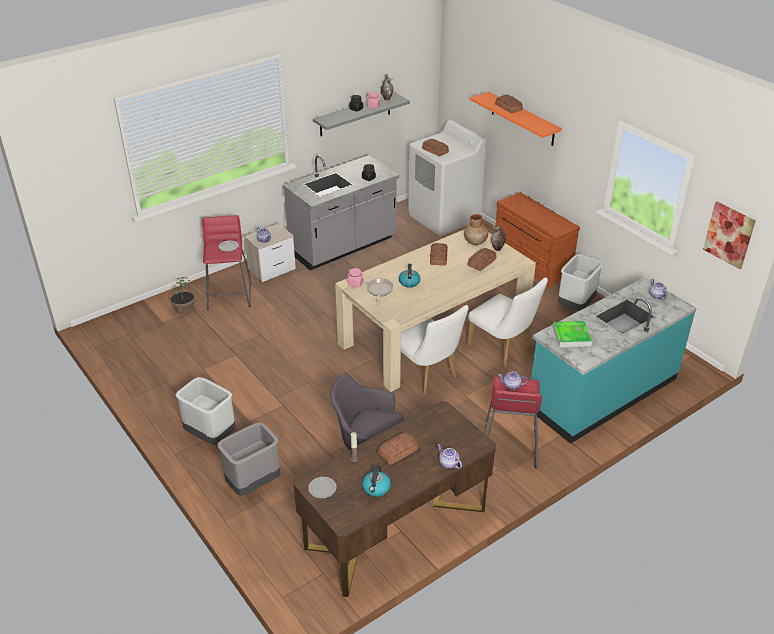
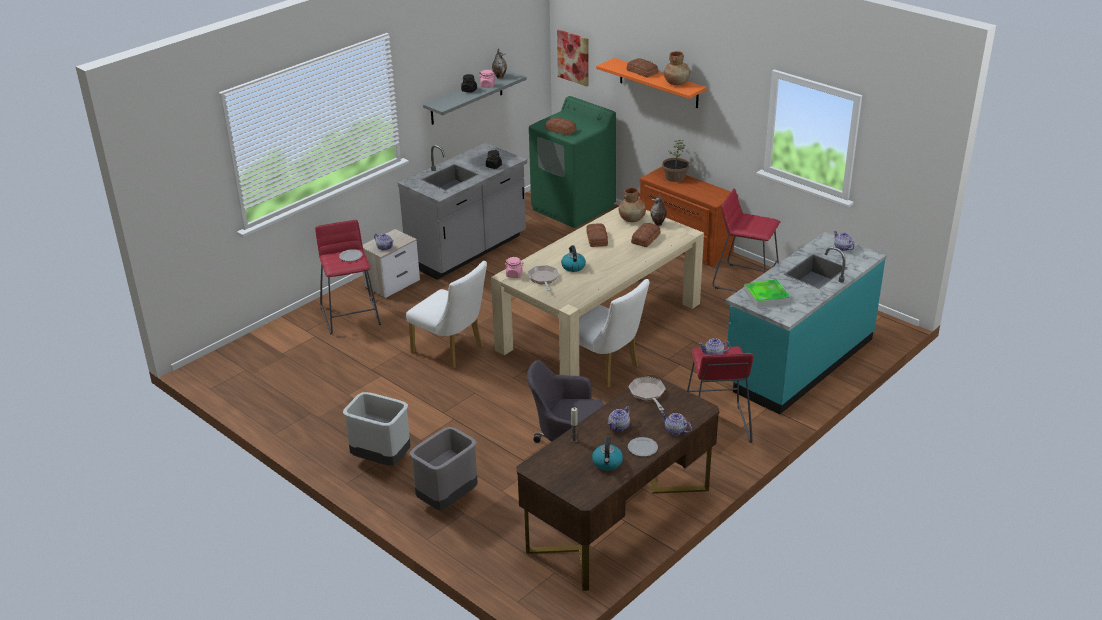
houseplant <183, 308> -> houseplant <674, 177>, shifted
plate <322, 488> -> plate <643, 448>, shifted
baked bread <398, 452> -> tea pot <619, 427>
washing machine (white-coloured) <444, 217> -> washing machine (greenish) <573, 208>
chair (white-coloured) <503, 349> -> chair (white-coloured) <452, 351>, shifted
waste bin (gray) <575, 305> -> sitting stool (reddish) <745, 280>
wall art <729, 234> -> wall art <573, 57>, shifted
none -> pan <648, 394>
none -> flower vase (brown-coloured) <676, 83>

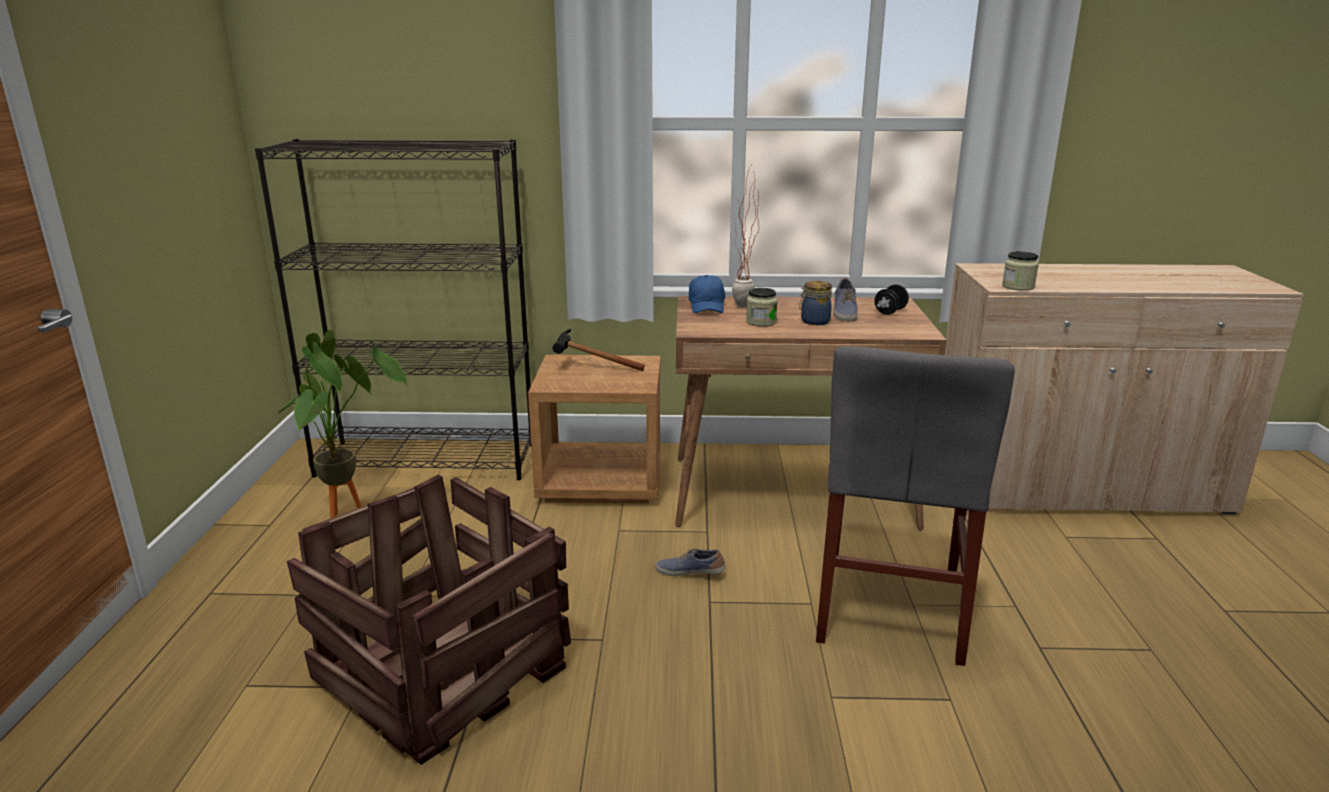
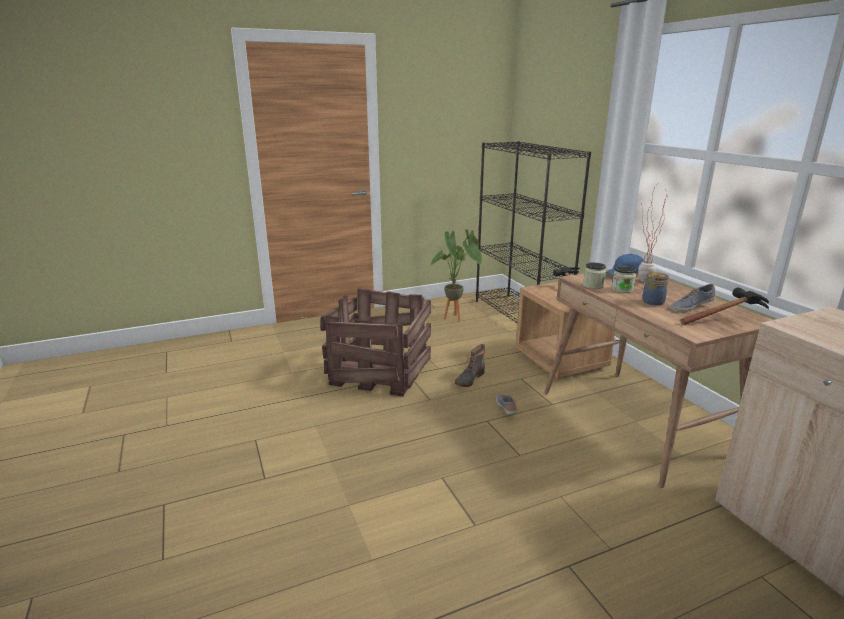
chair (gray) <890, 604> -> none
dumbbell (black-coloured) <890, 312> -> hammer <725, 320>
jar <1018, 286> -> jar <593, 286>, shifted
none -> high-top boot <469, 379>

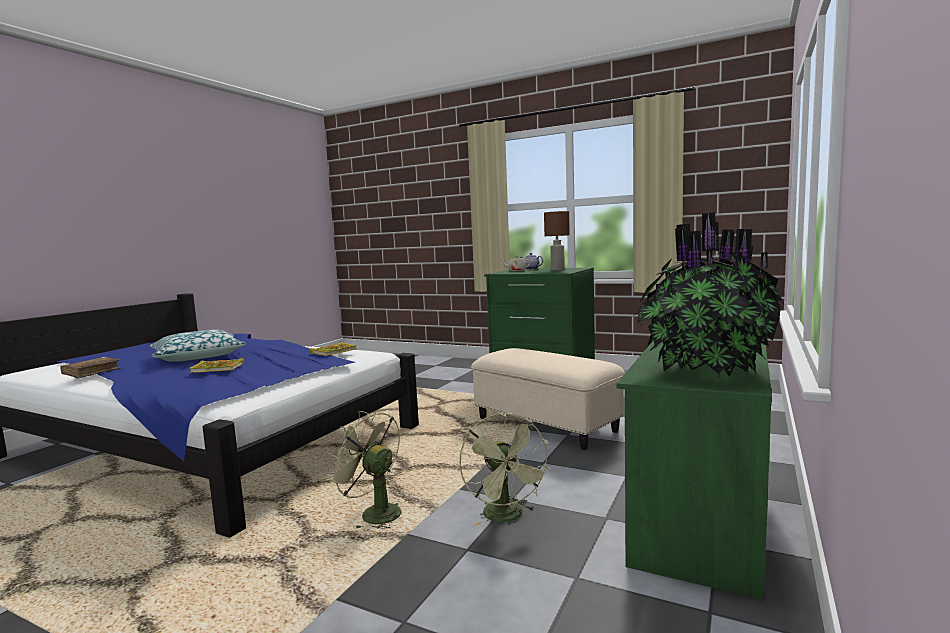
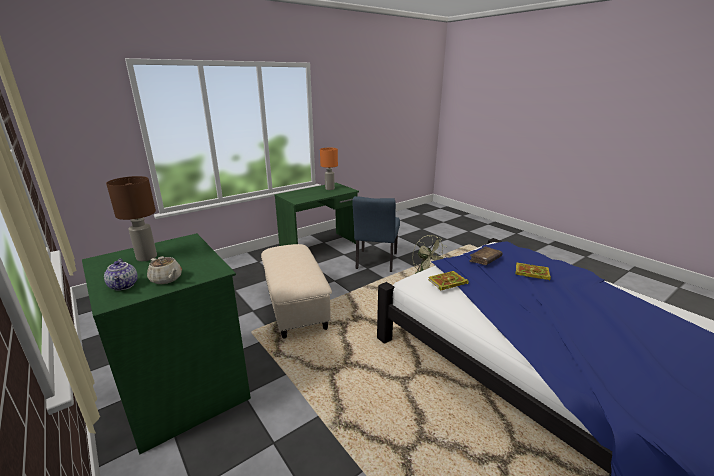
bound book (brown-coloured) <91, 373> -> bound book (brown-coloured) <485, 260>, shifted
cushion <198, 357> -> none
cooling fan (greenish) <507, 517> -> chair (bluish) <375, 262>
houseplant <703, 371> -> table lamp (orange) <329, 189>

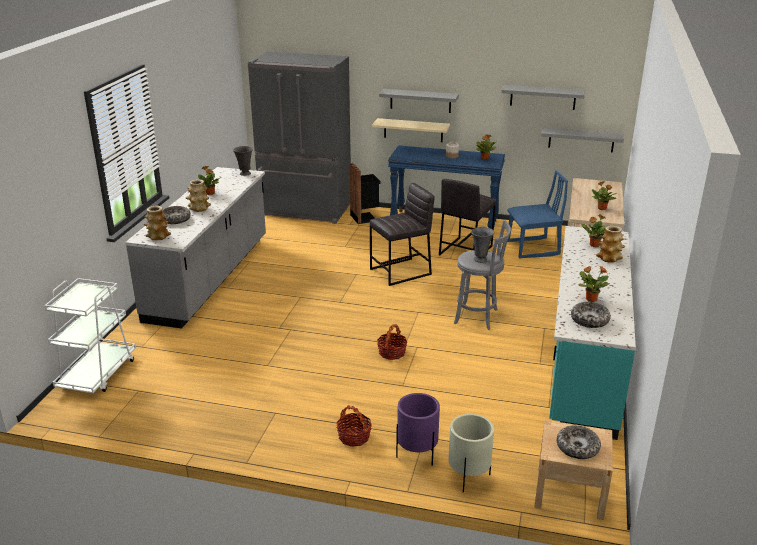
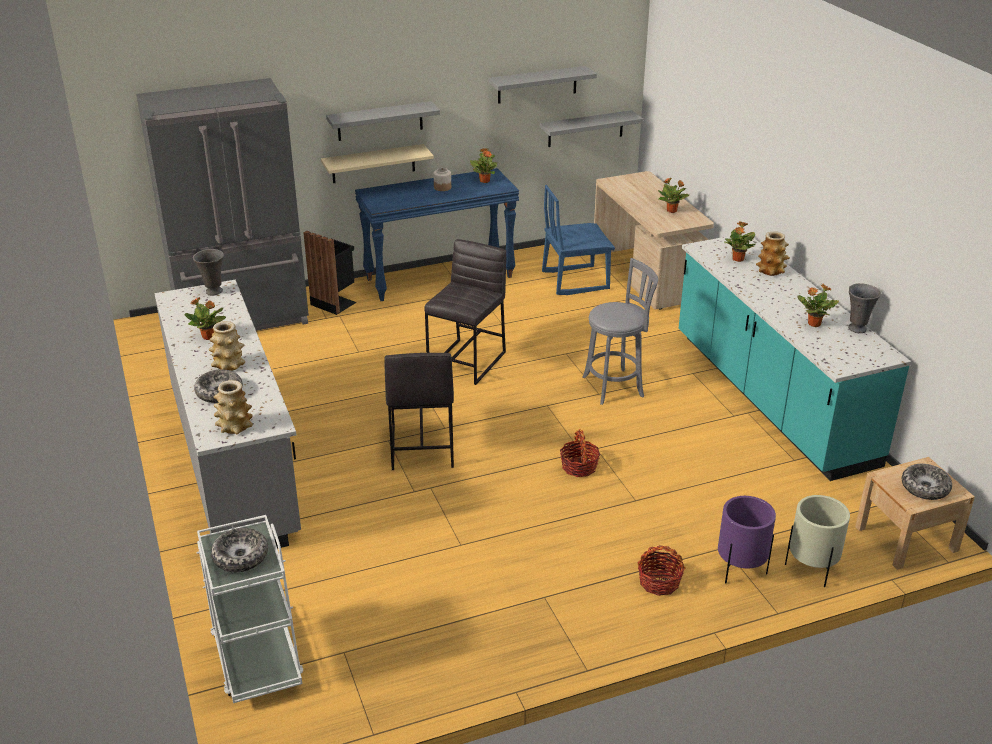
sitting stool (gray) <465, 250> -> sitting stool (gray) <421, 446>, shifted
flower vase (gray) <480, 259> -> flower vase (gray) <857, 328>, shifted
chair (bluish) <533, 248> -> chair (bluish) <575, 280>, 150 degrees counterclockwise
deep dish <589, 320> -> deep dish <240, 557>, shifted

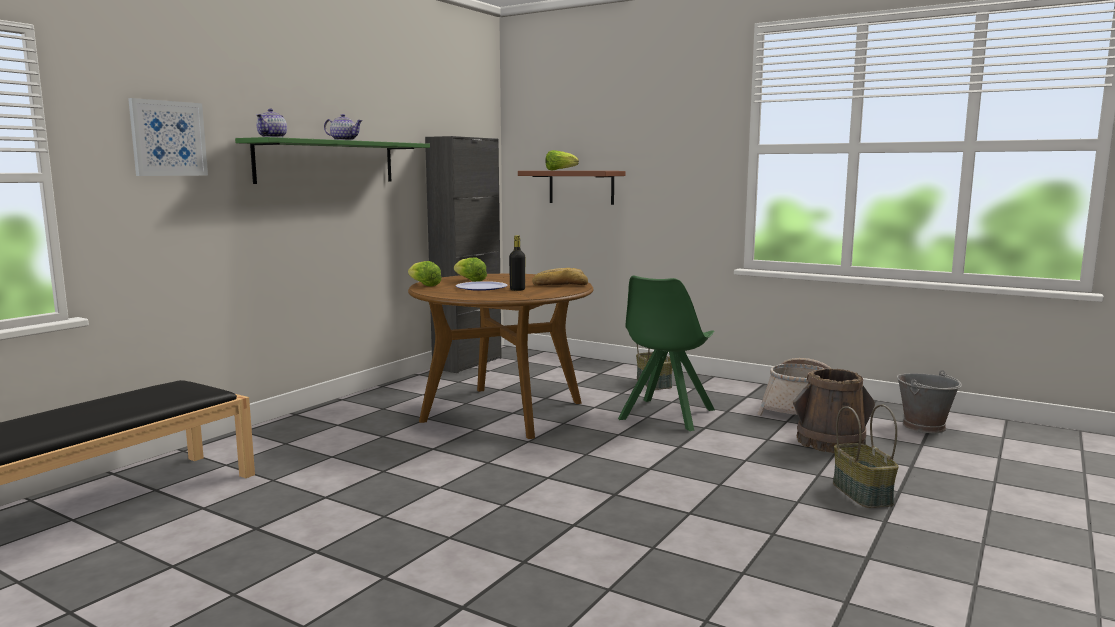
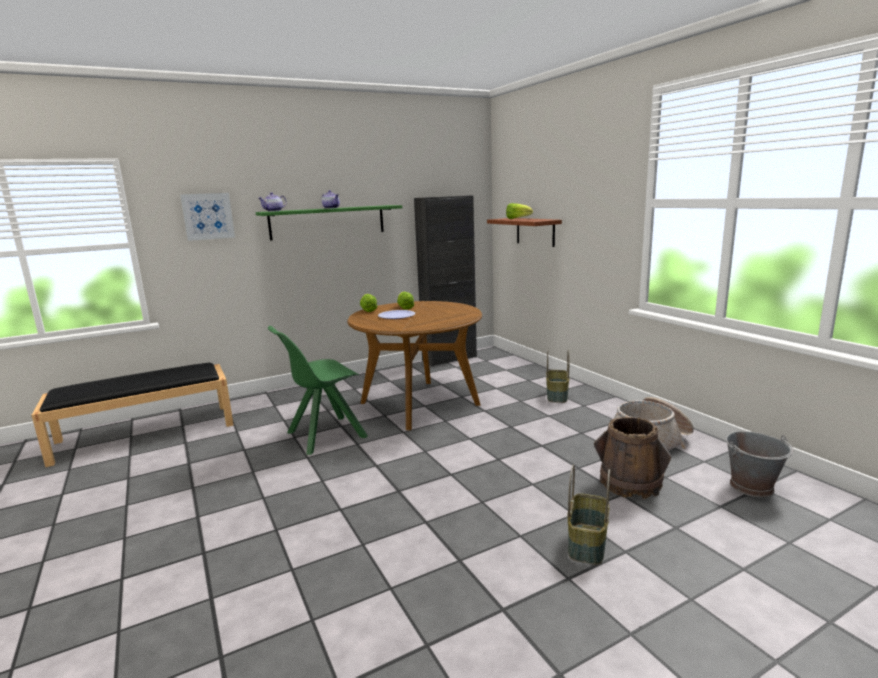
drink bottle (black-coloured) <517, 290> -> none
baked bread <560, 285> -> none
chair (greenish) <665, 415> -> chair (greenish) <324, 435>, shifted

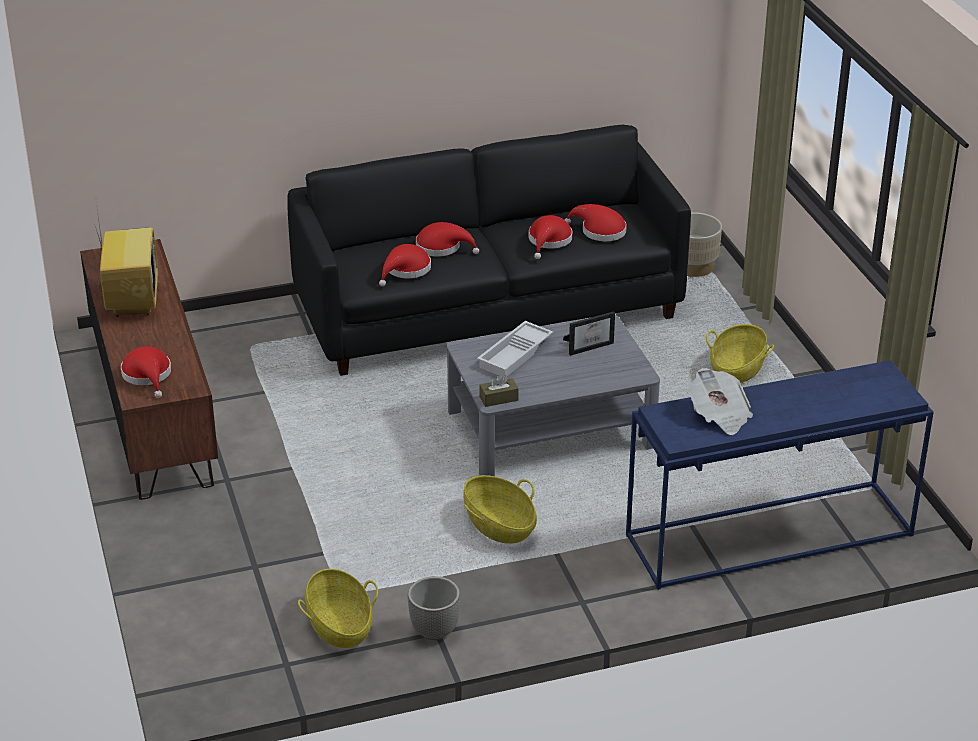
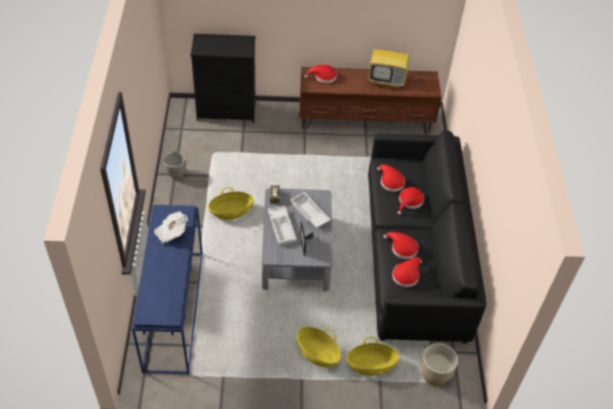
basket <339, 626> -> basket <371, 365>, shifted
none -> dresser (black-coloured) <227, 112>
none -> tray (white-coloured) <282, 227>

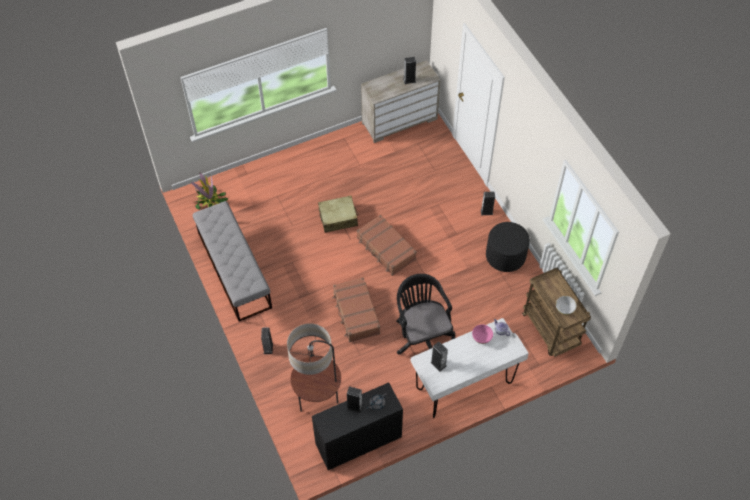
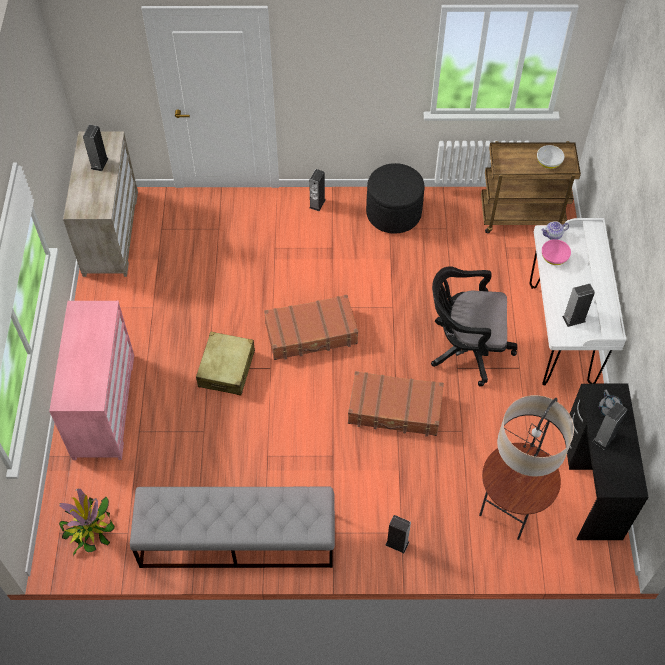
none -> dresser (pink-coloured) <103, 405>

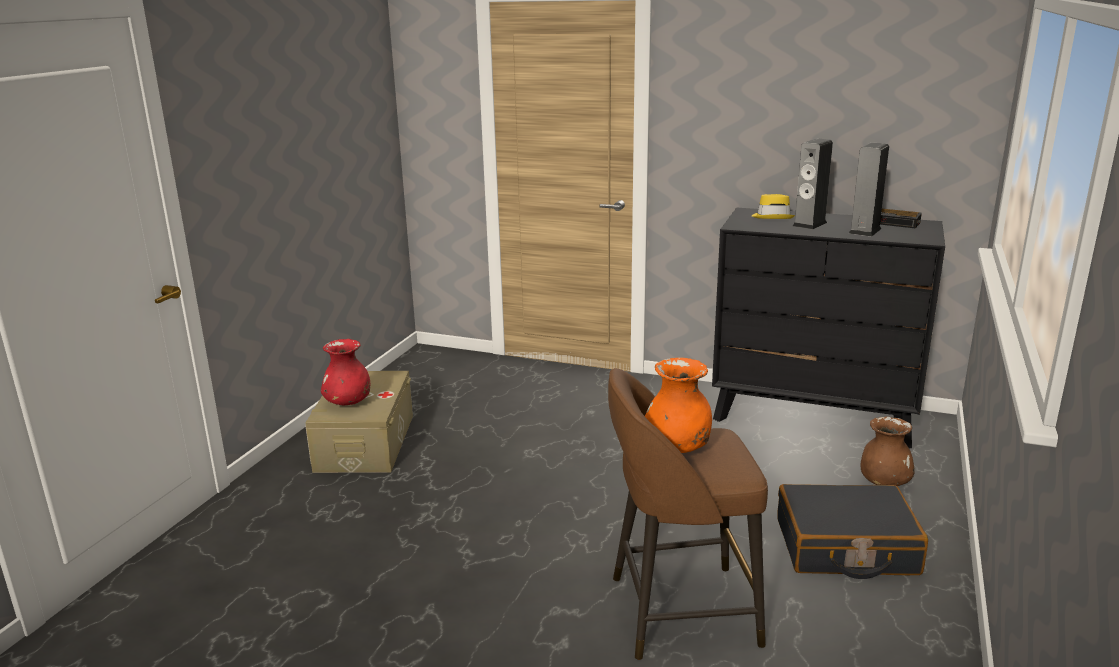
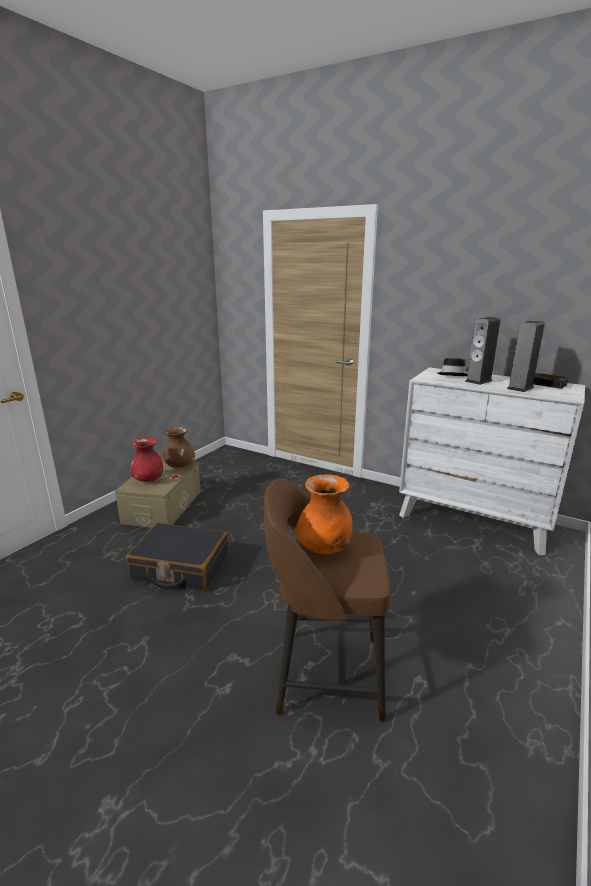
dresser (black-coloured) <813, 415> -> dresser (white-coloured) <473, 520>
wearable hat (yellowish) <772, 217> -> wearable hat (black-coloured) <452, 375>
suitcase (black-coloured) <845, 547> -> suitcase (black-coloured) <180, 568>, shifted
flower vase (brown-coloured) <884, 482> -> flower vase (brown-coloured) <180, 466>, shifted

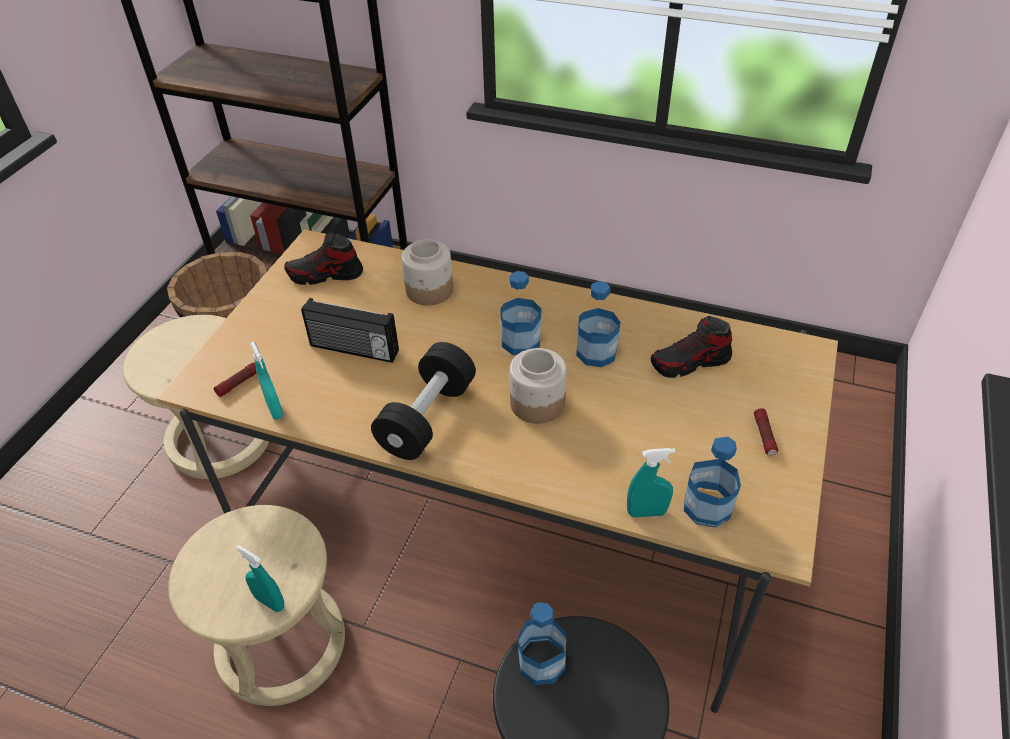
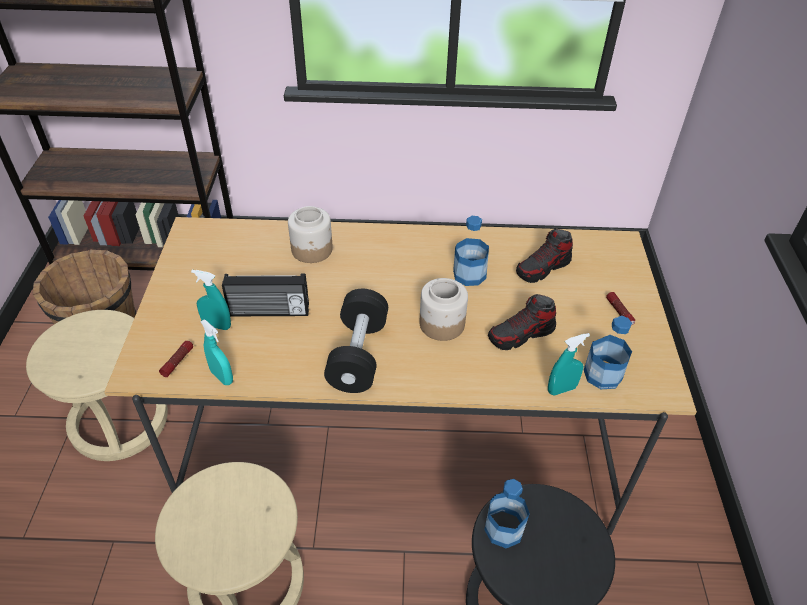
sprayer (turquoise-coloured) <270, 602> -> sprayer (turquoise-coloured) <217, 325>, shifted
shoe <325, 275> -> shoe <521, 335>, shifted
drink bottle <520, 342> -> none

